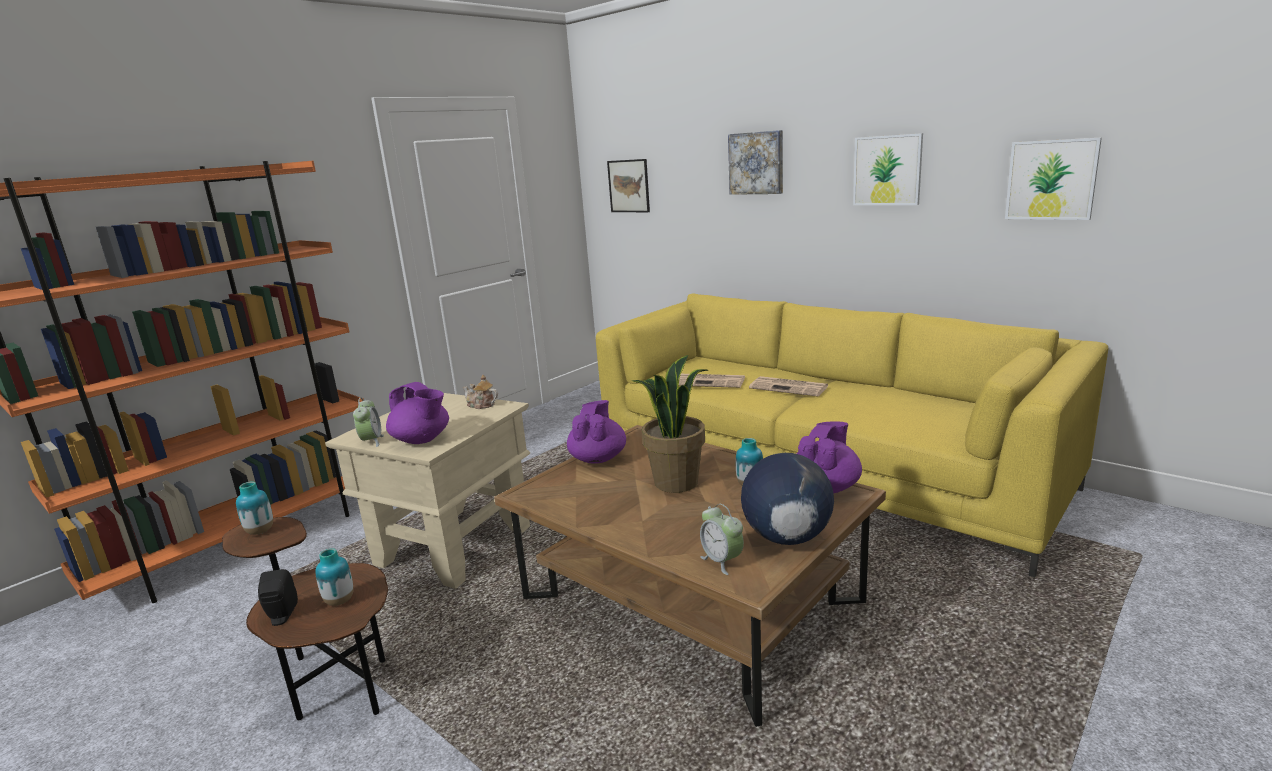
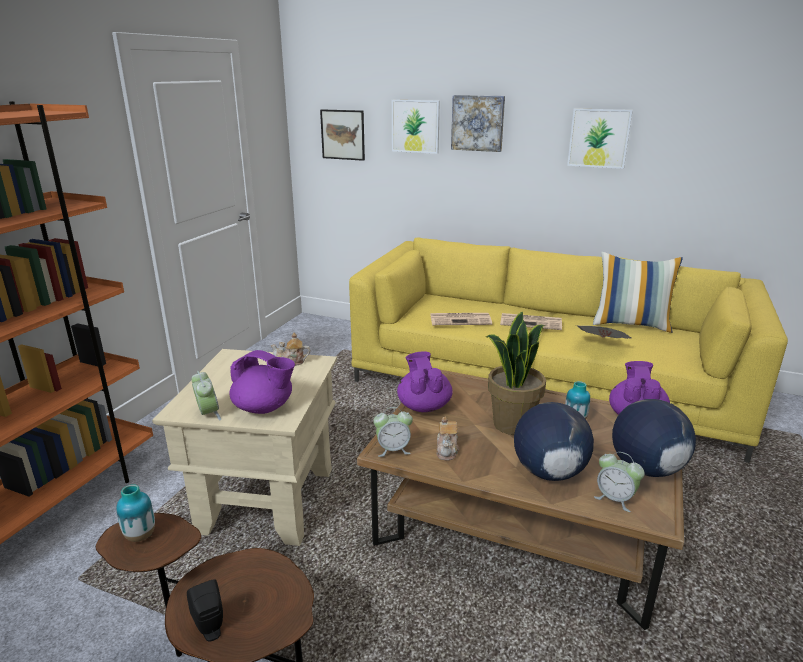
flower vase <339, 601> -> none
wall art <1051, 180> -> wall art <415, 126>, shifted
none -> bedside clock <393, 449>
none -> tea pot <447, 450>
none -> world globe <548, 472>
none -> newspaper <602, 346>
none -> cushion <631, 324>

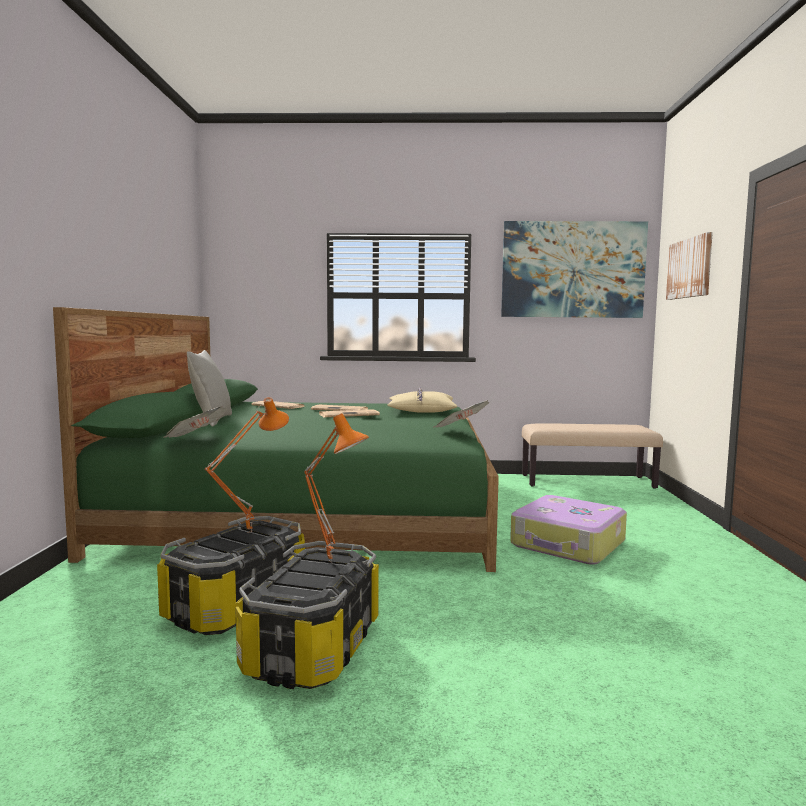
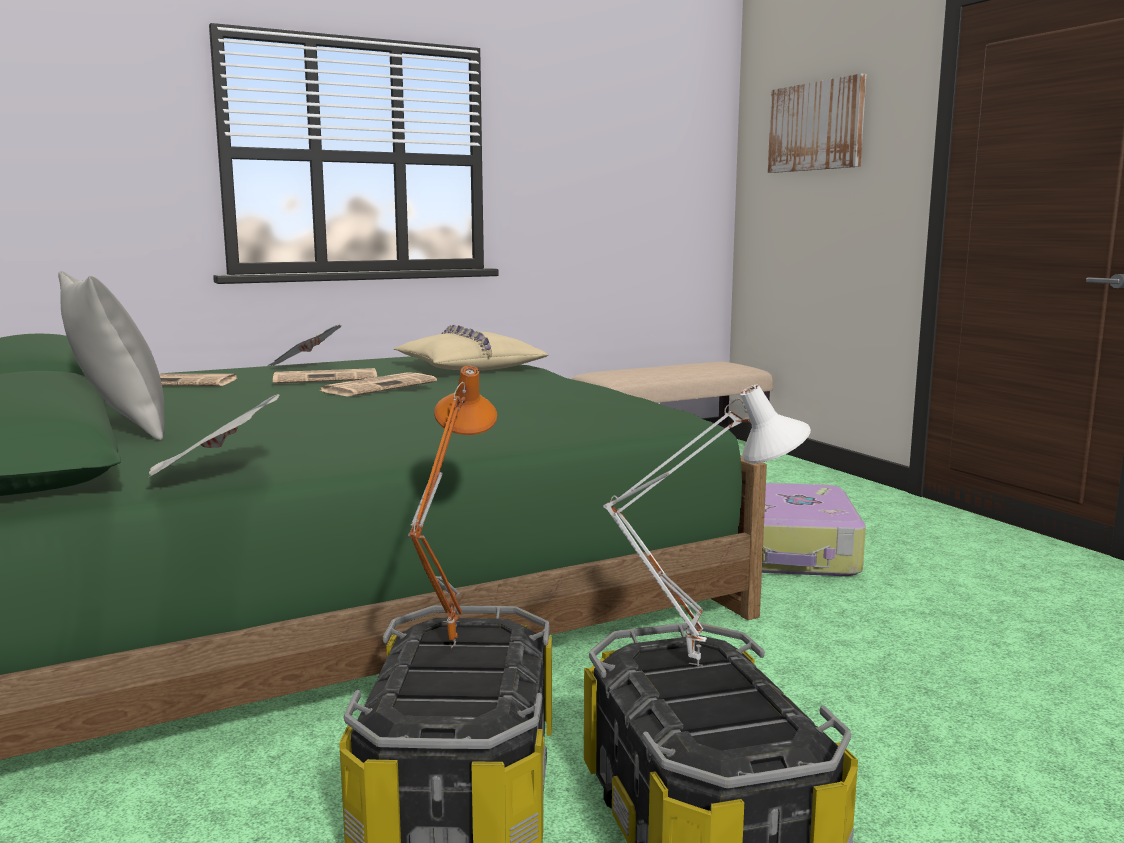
table lamp (orange) <332, 561> -> table lamp (white-coloured) <697, 663>
newspaper <460, 430> -> newspaper <305, 367>, shifted
wall art <572, 270> -> none

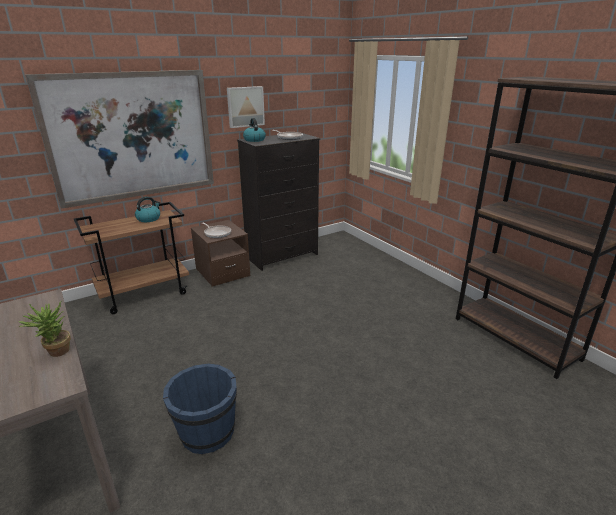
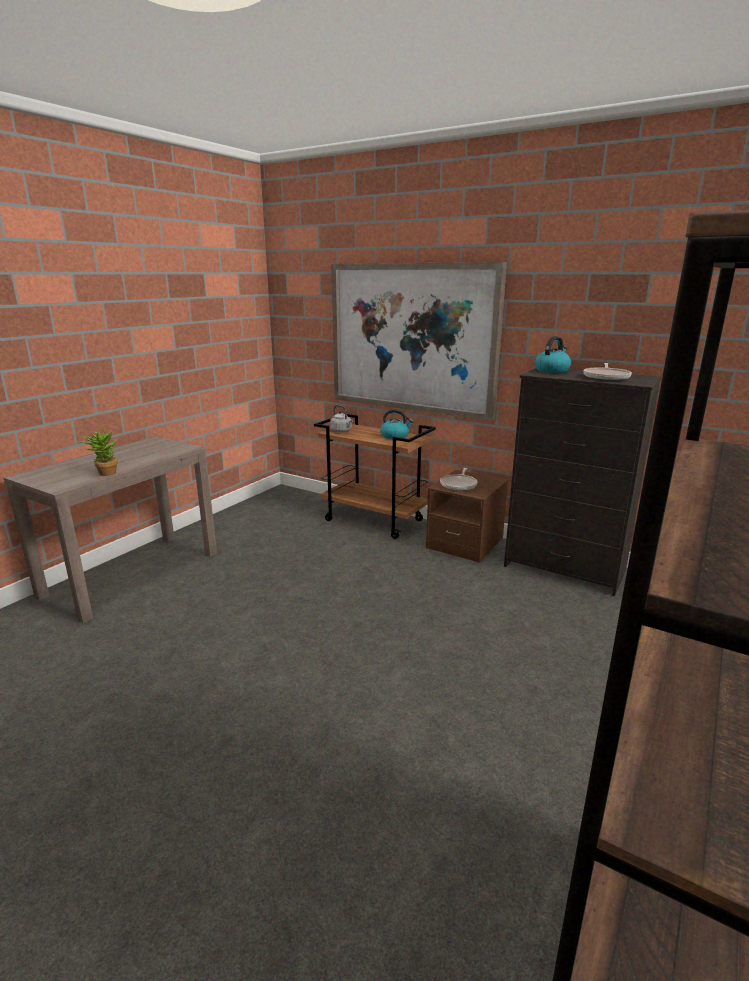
pail (bluish) <206, 433> -> none
wall art <245, 106> -> none
none -> kettle (gray) <342, 431>

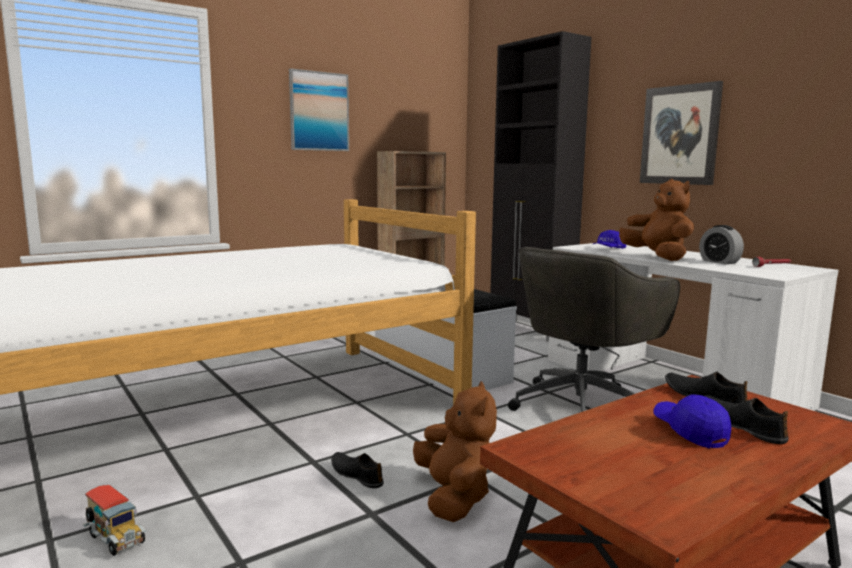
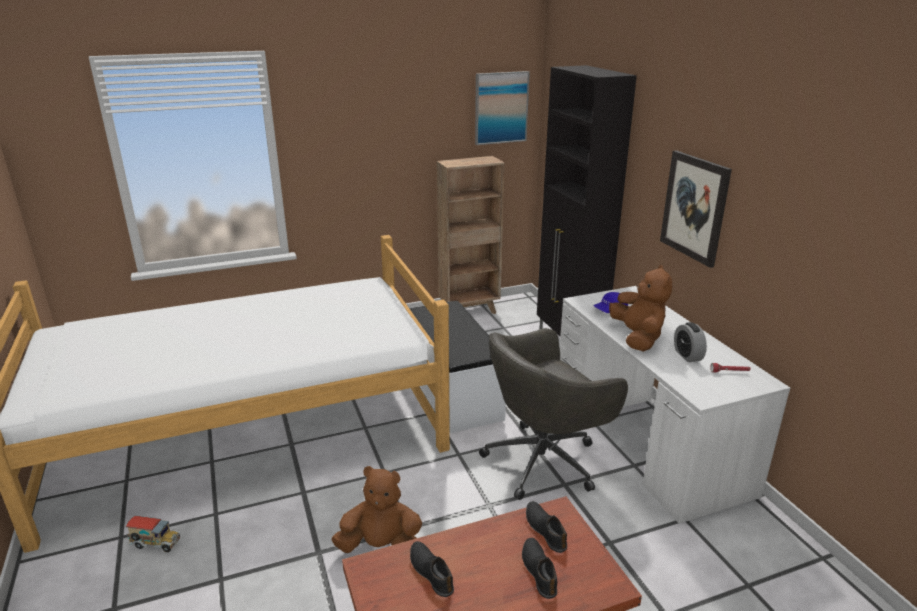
toy lorry <115, 539> -> toy lorry <156, 544>, 45 degrees counterclockwise
wall art <319, 111> -> wall art <501, 108>, shifted
shoe (black-coloured) <356, 474> -> shoe (black-coloured) <431, 572>, shifted
soft toy (brown-coloured) <453, 497> -> soft toy (brown-coloured) <381, 547>, 90 degrees counterclockwise
cap (bluish) <689, 432> -> none

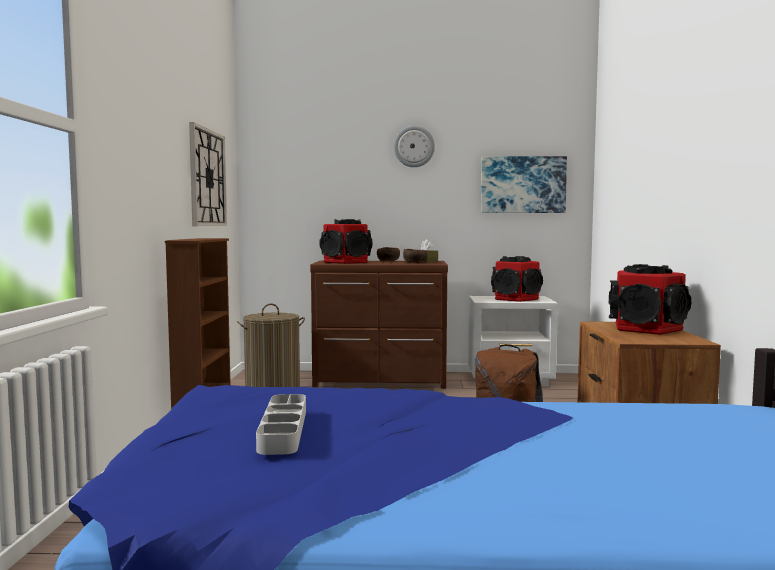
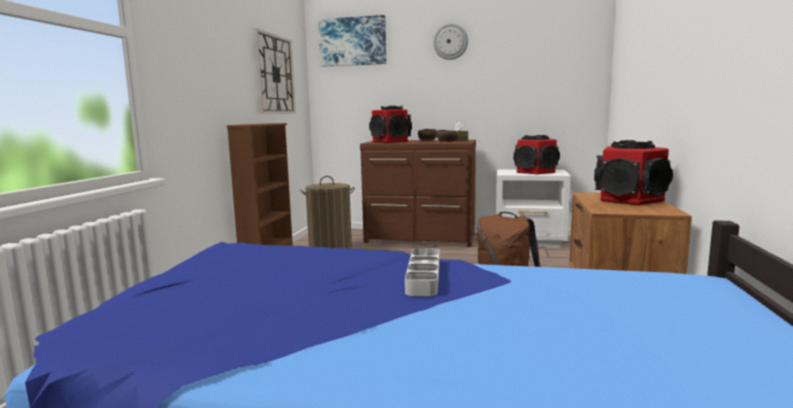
tray (gray) <283, 429> -> tray (gray) <423, 276>, shifted
wall art <522, 185> -> wall art <352, 41>, shifted

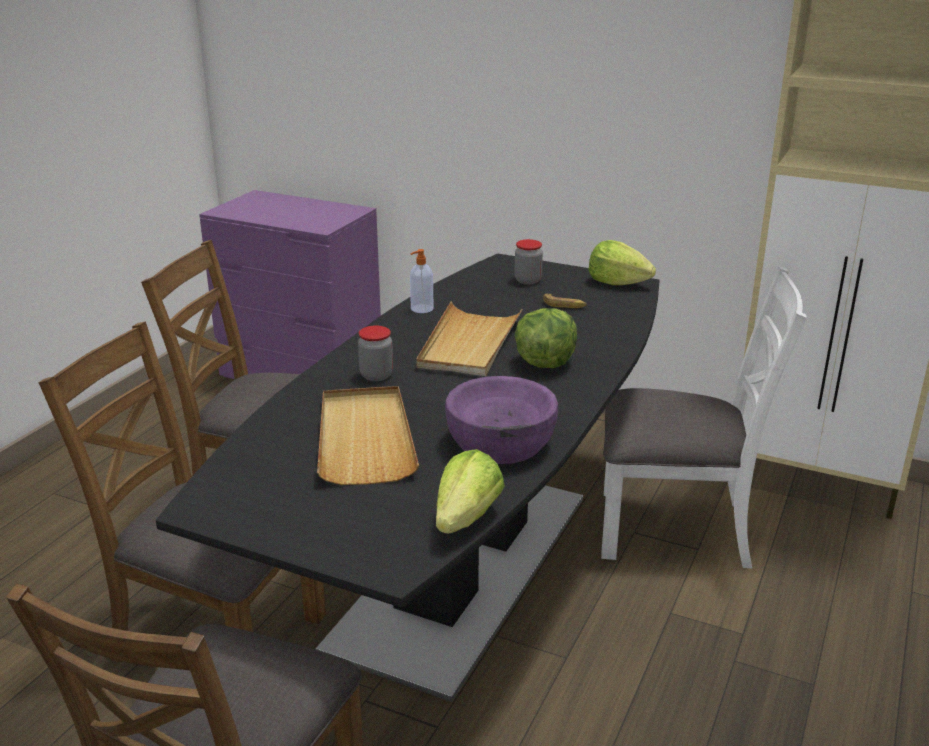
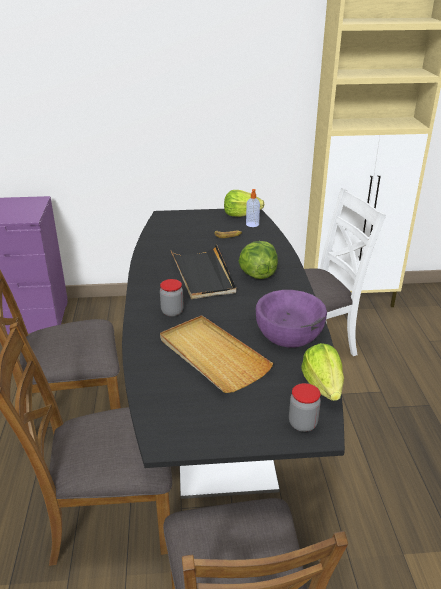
soap bottle <421, 309> -> soap bottle <252, 224>, shifted
tray (beige-coloured) <469, 344> -> tray (black-coloured) <203, 274>
jar <528, 280> -> jar <302, 423>, shifted

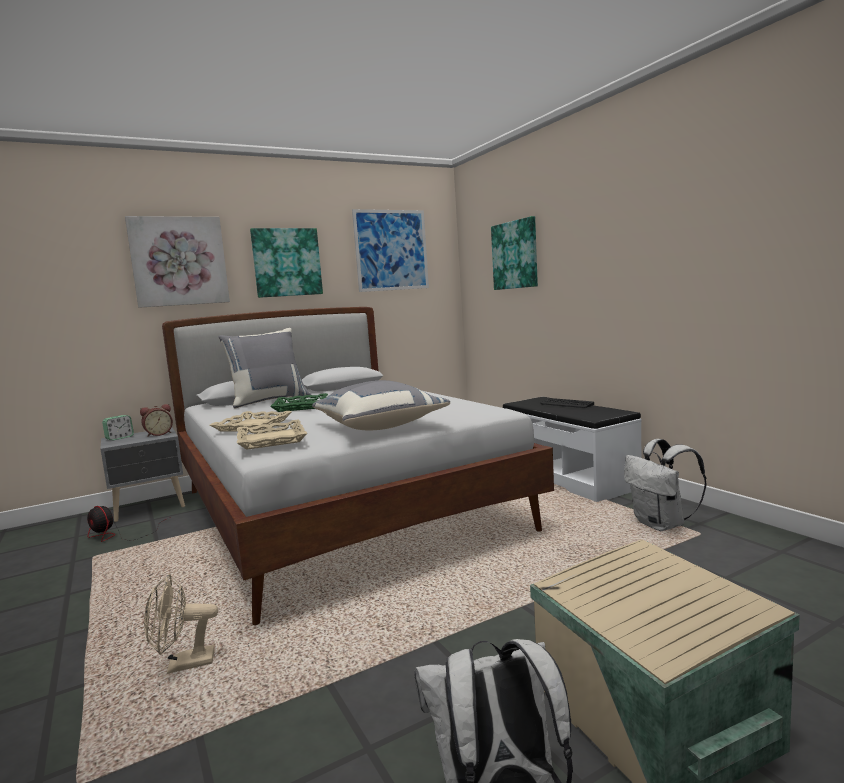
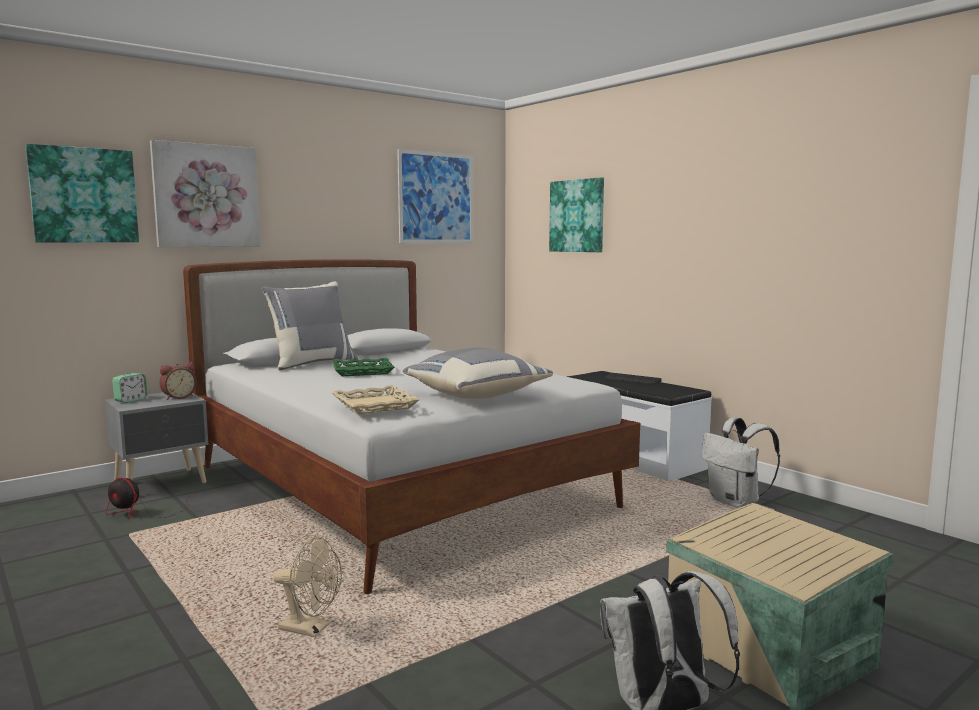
cooling fan (beige-coloured) <183, 665> -> cooling fan (beige-coloured) <311, 630>, 135 degrees counterclockwise
tray (beige-coloured) <253, 426> -> none
wall art <287, 262> -> wall art <84, 195>, shifted

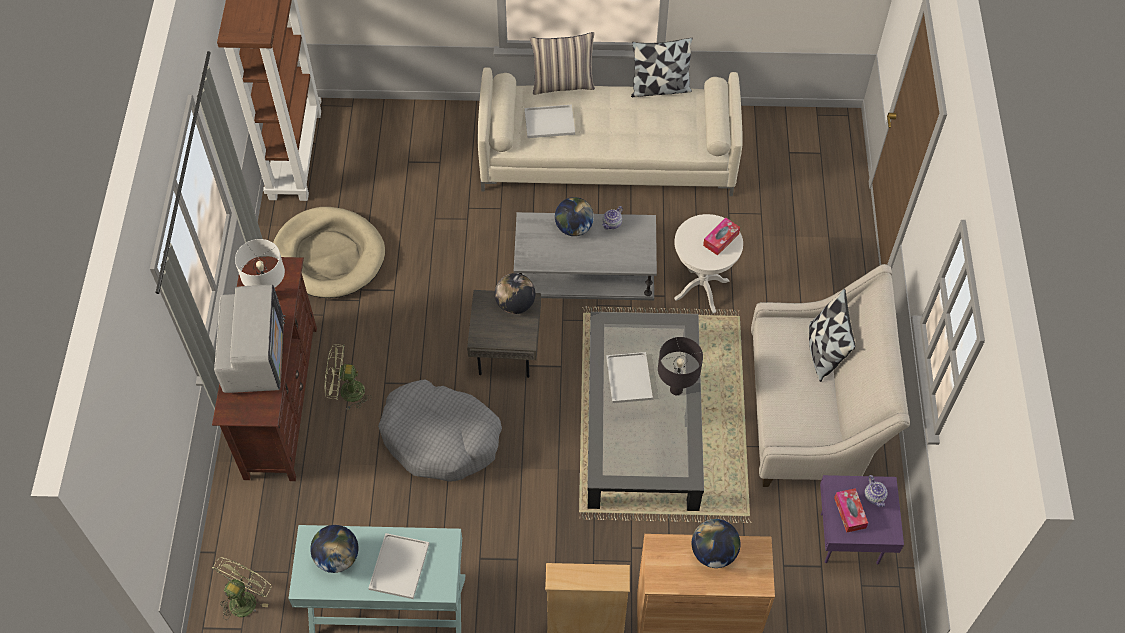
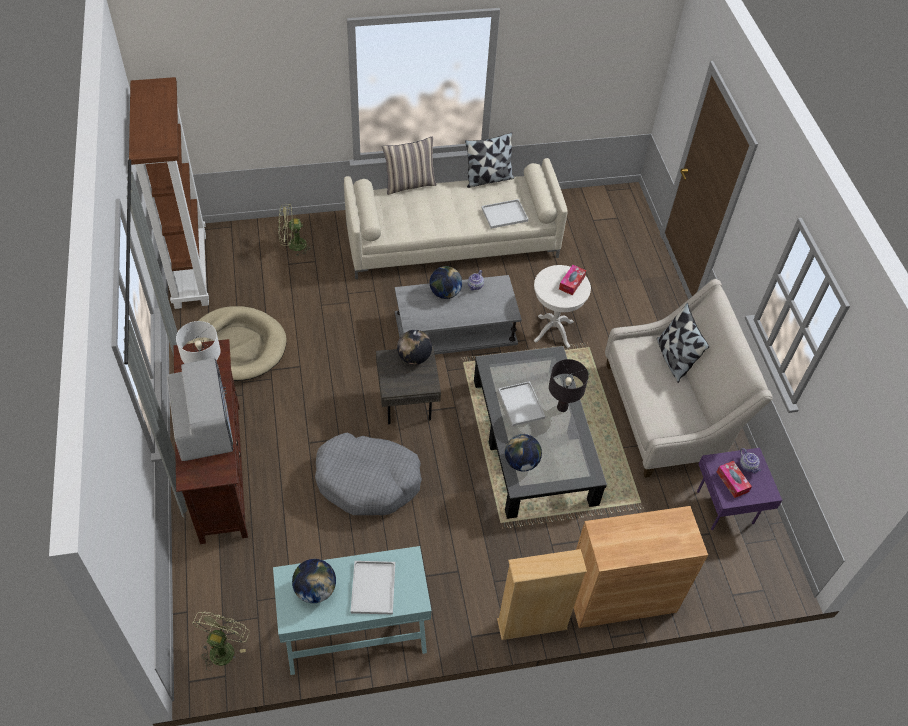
cooling fan (greenish) <346, 392> -> cooling fan (greenish) <293, 245>, shifted
tray (white-coloured) <548, 123> -> tray (white-coloured) <504, 215>, shifted
world globe <713, 553> -> world globe <521, 462>, shifted

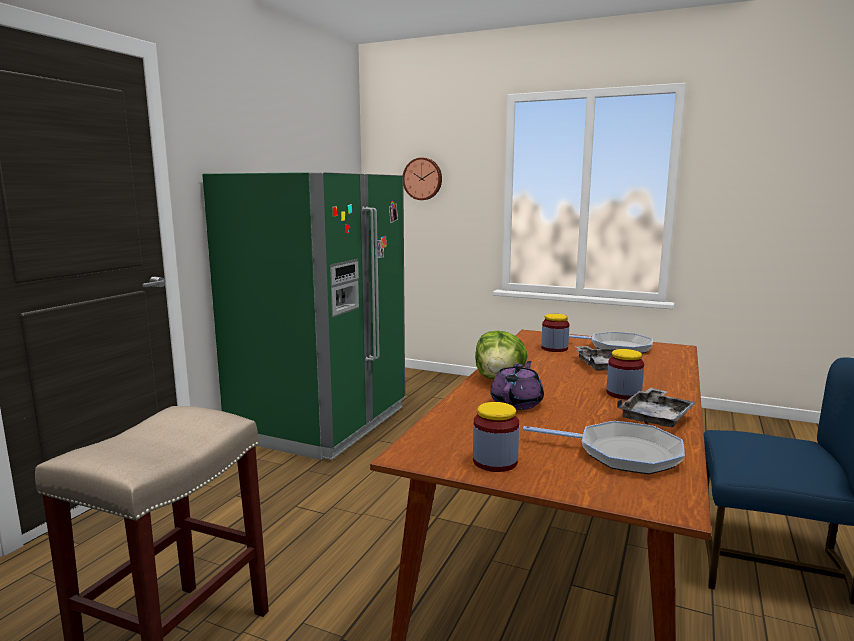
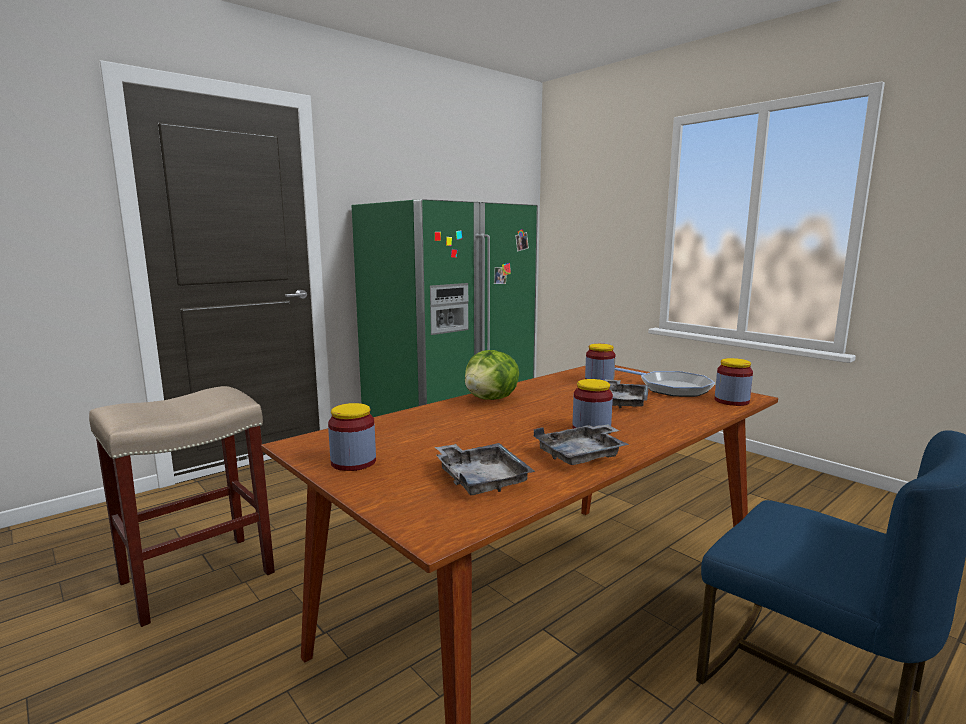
hanging clock <423, 179> -> none
tea pot (purple) <517, 403> -> none
pan <622, 453> -> tray (gray) <481, 479>
none -> jar <731, 401>

